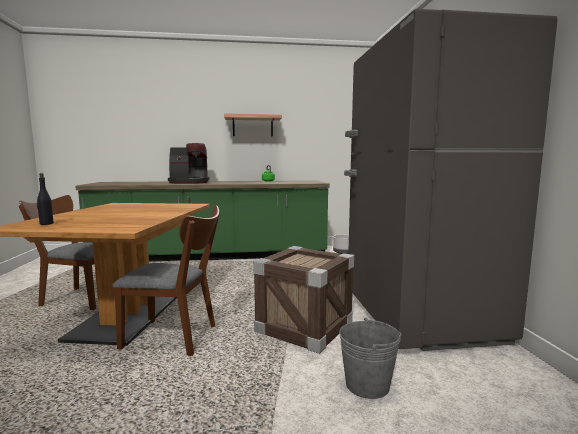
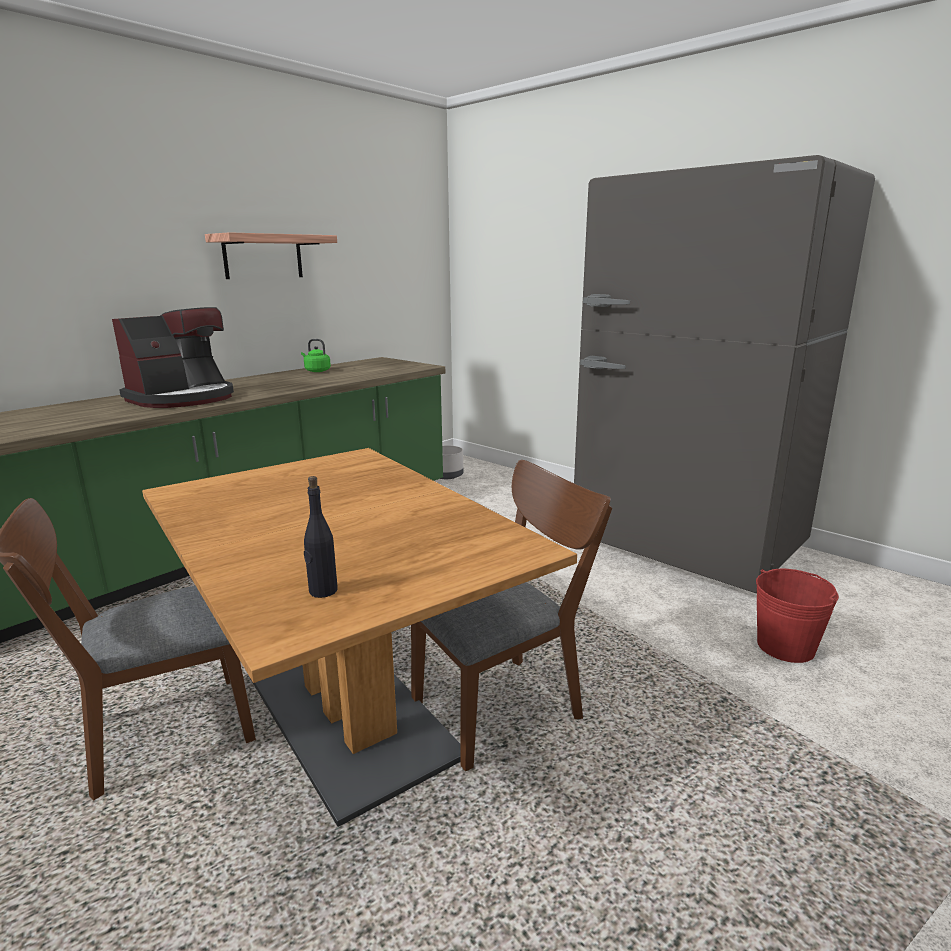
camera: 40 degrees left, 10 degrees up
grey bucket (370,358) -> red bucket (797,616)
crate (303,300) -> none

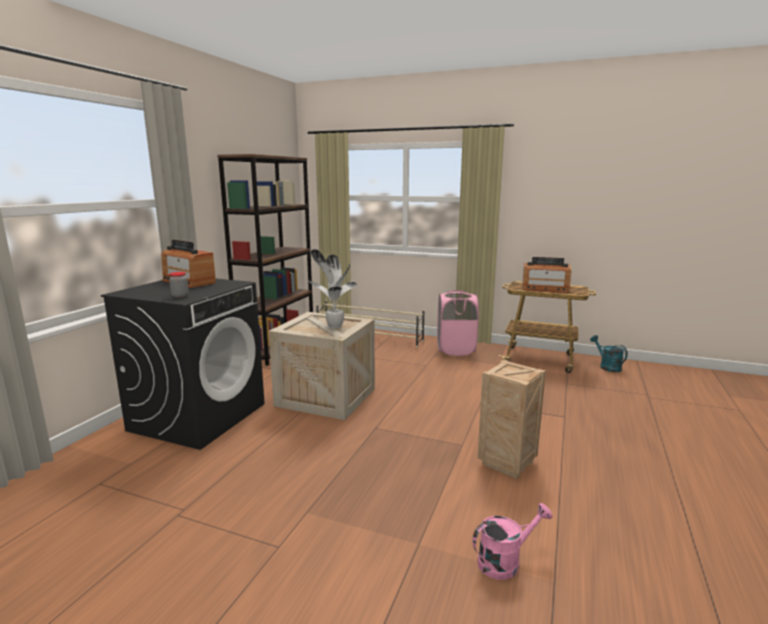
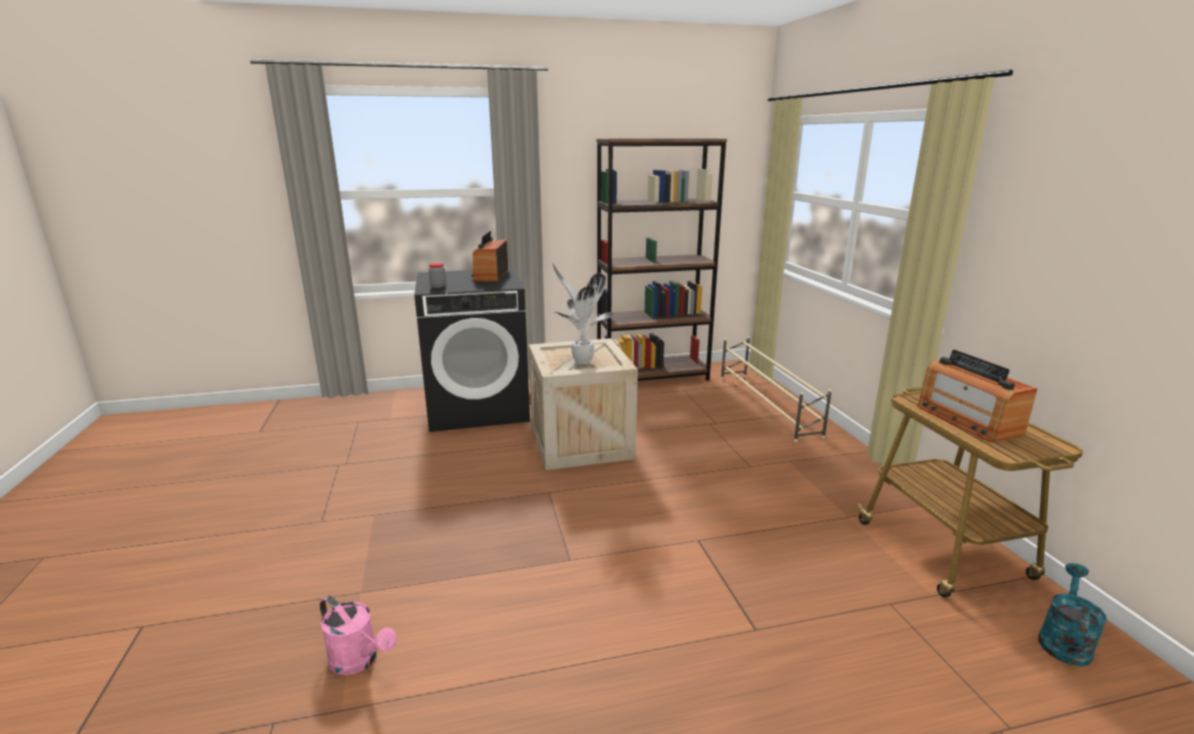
camera: 55 degrees right, 5 degrees up
pink laundry basket (458,323) -> none
crate (511,419) -> none

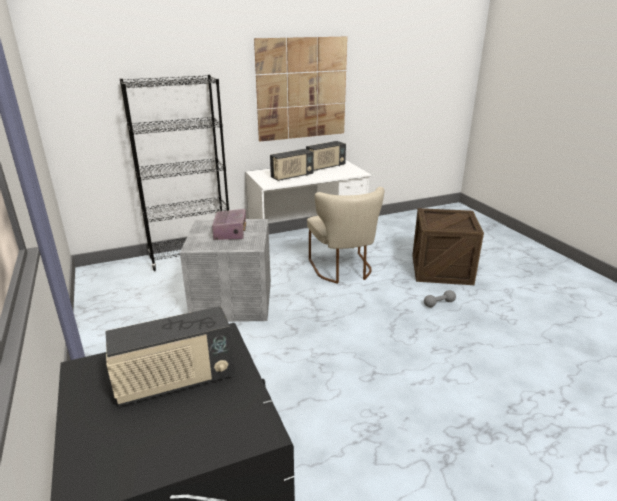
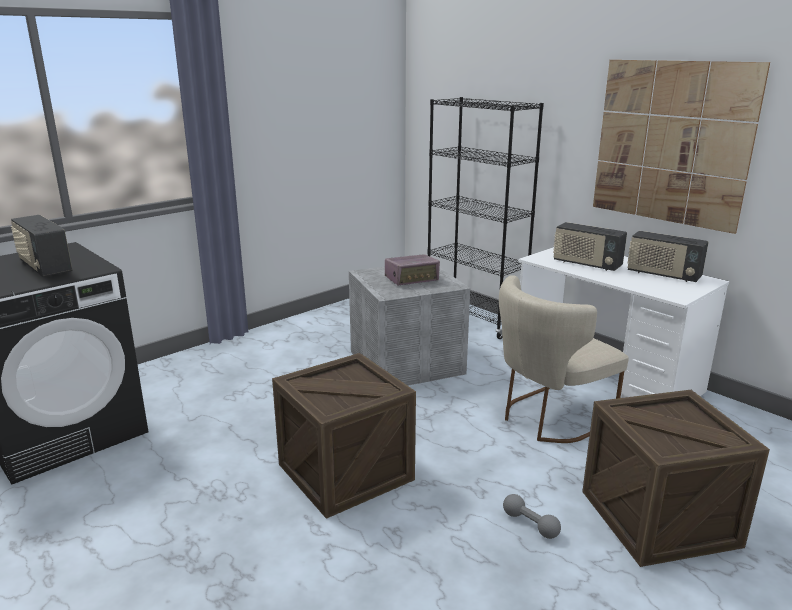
camera: 70 degrees right, 5 degrees down
none -> crate (344,436)

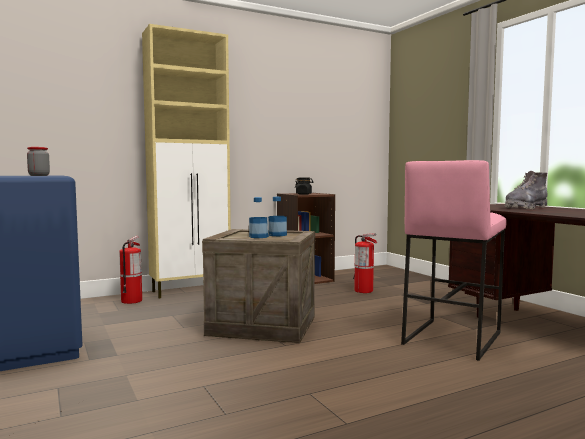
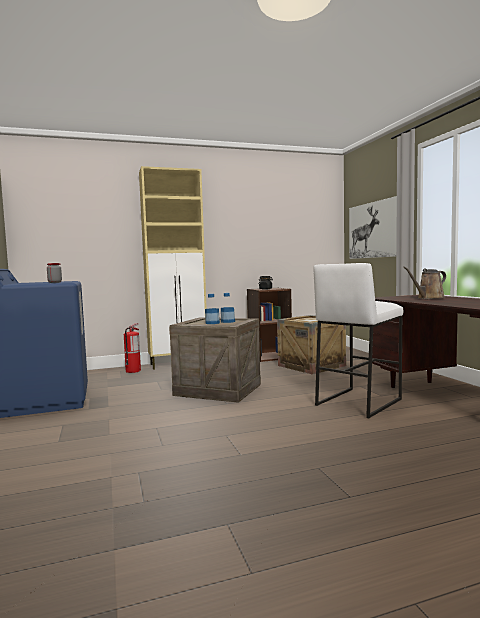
camera: 10 degrees right, 0 degrees up
fire extinguisher (365,263) -> crate (311,345)
pink stool (454,260) -> white stool (358,341)
none -> picture (373,227)
grey boot (526,190) -> brown watering can (424,283)

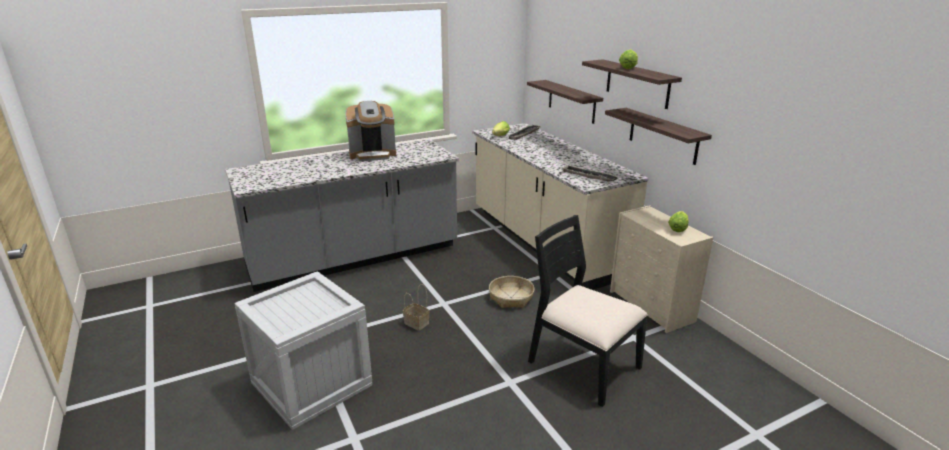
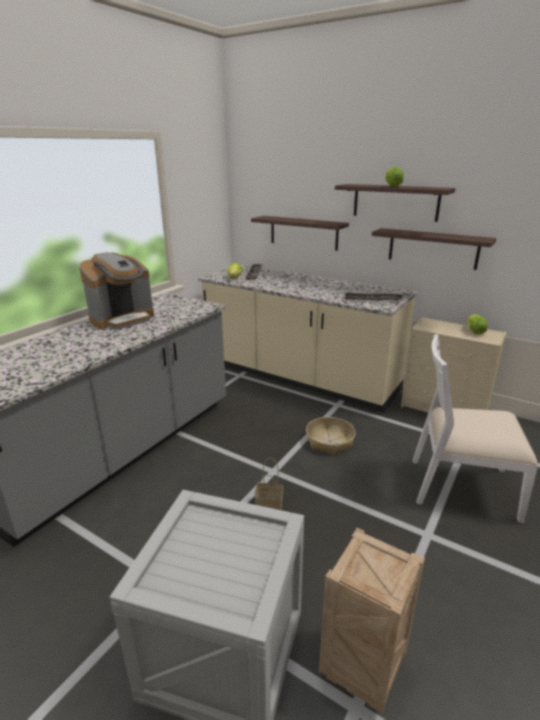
camera: 30 degrees left, 0 degrees up
none -> crate (372,620)
black chair (588,311) -> white chair (475,428)

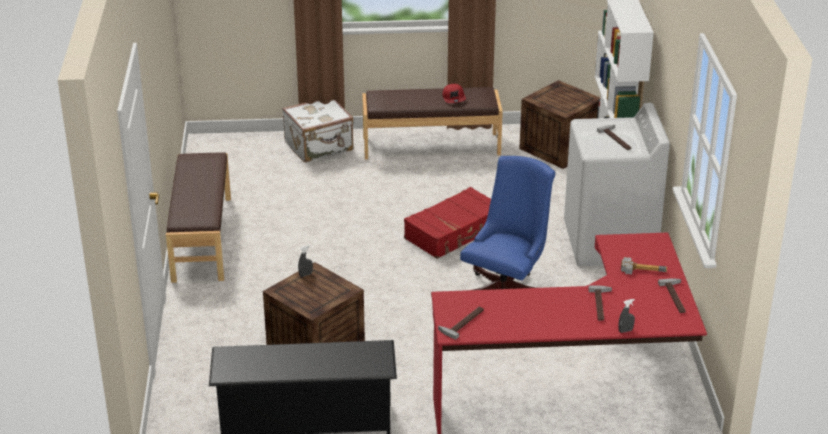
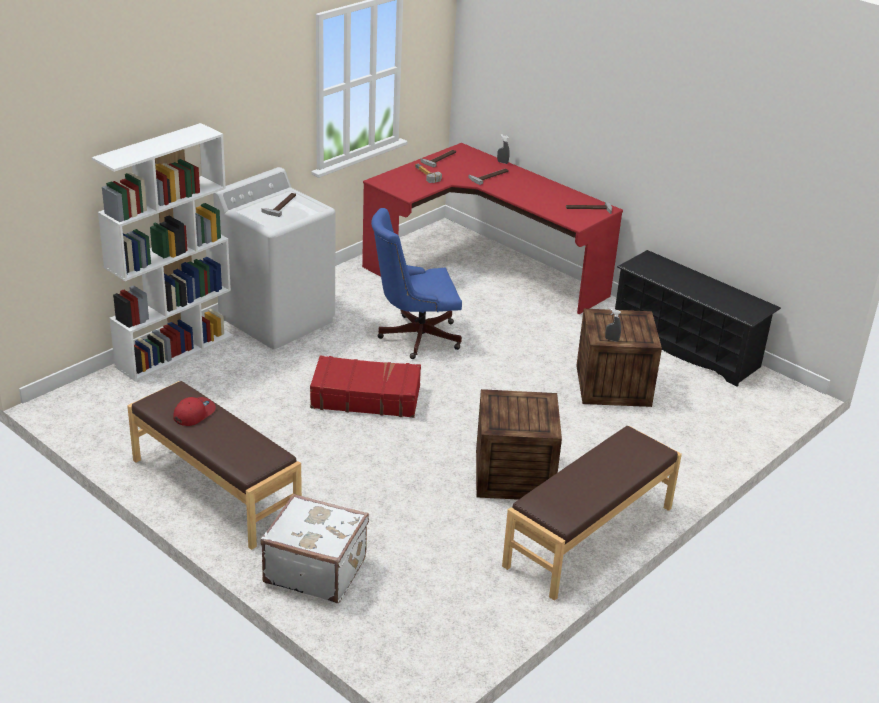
camera: 135 degrees left, 0 degrees up
crate (559,124) -> crate (519,444), relocated

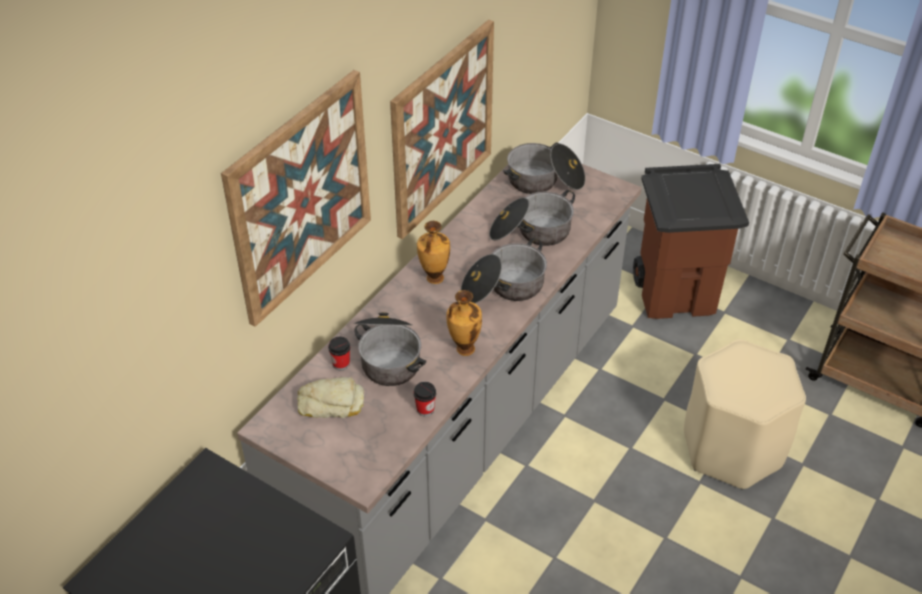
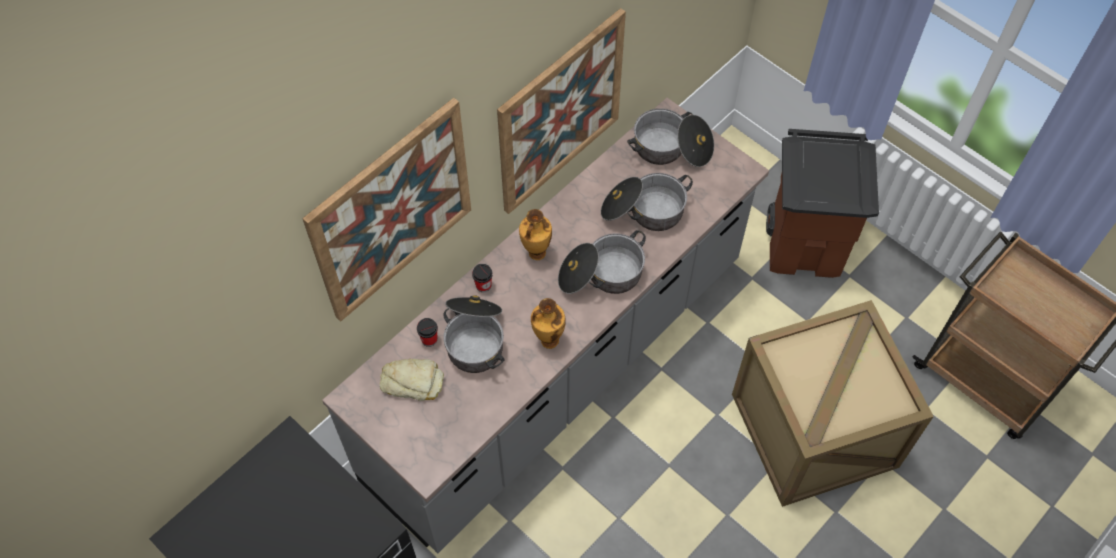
camera: 10 degrees right, 15 degrees up
cup (425,399) -> cup (482,278), relocated
beige stool (745,414) -> crate (833,403)

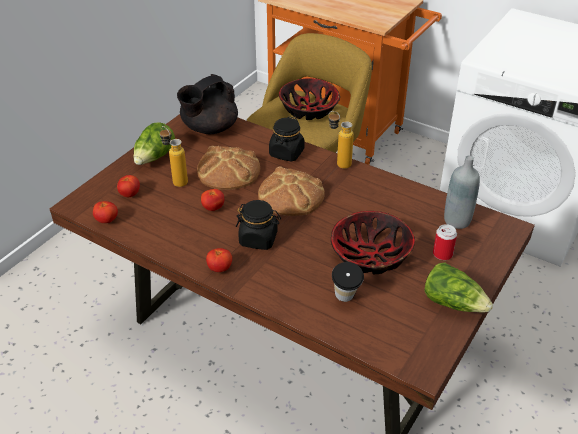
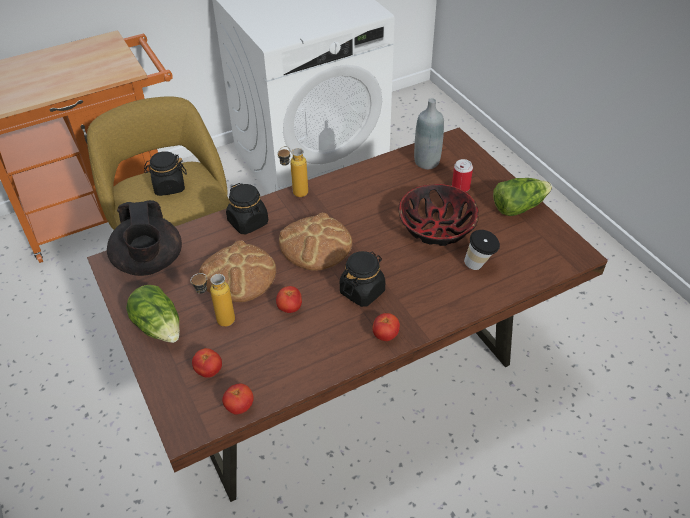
camera: 60 degrees left, 5 degrees up
bowl (309,99) -> black jar (165,173)

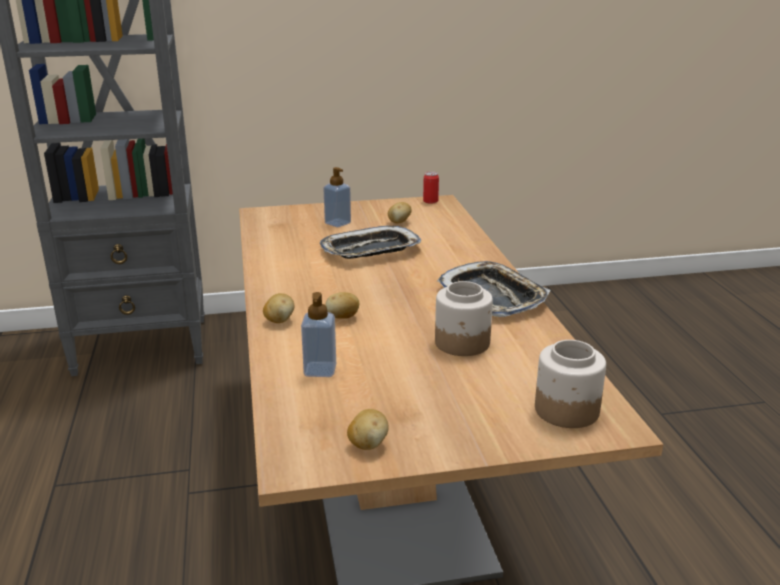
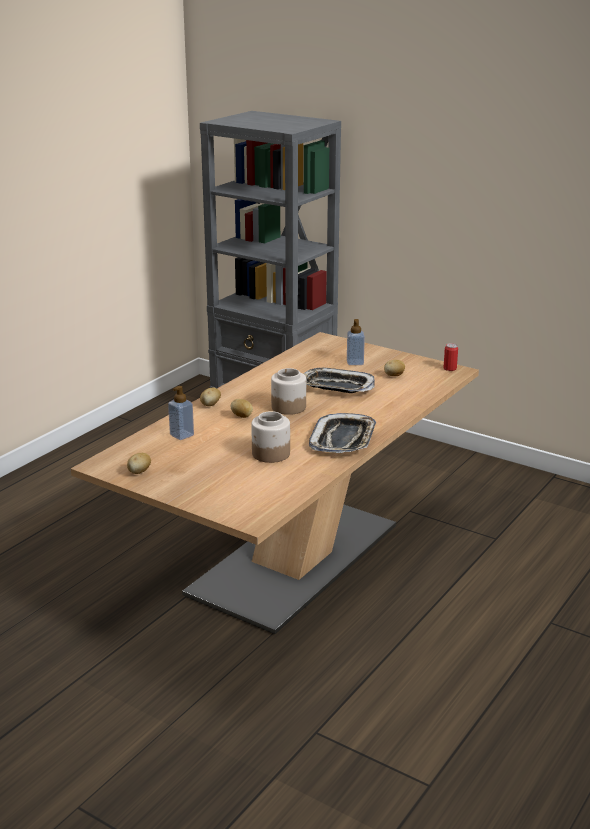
camera: 45 degrees right, 0 degrees up
jar (570,384) -> jar (288,391), relocated

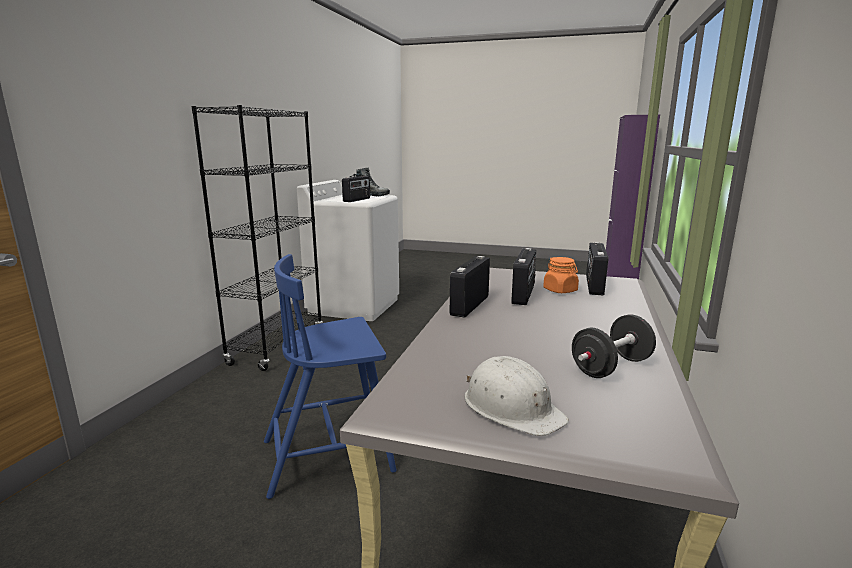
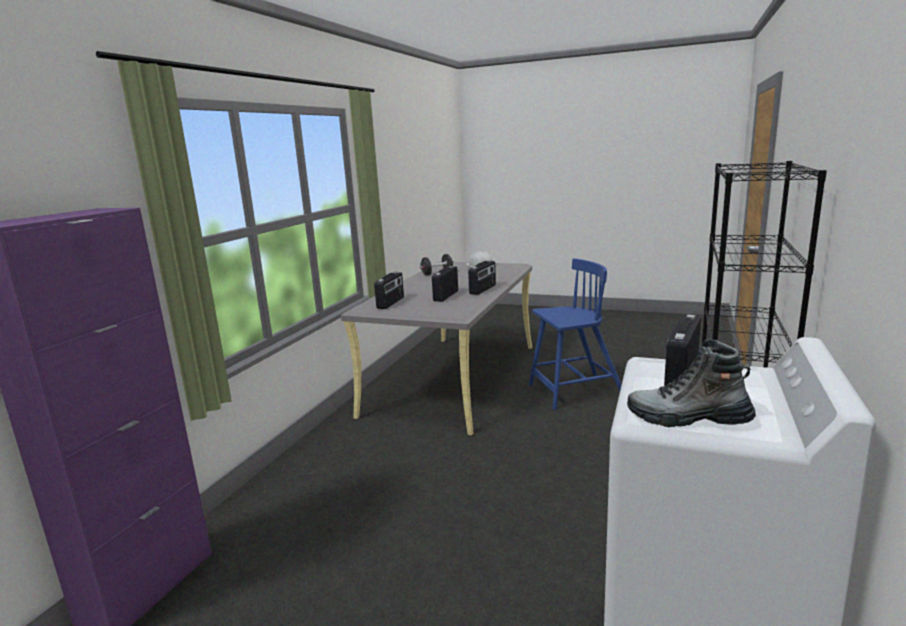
camera: 175 degrees left, 0 degrees up
orange jar (561,275) -> none

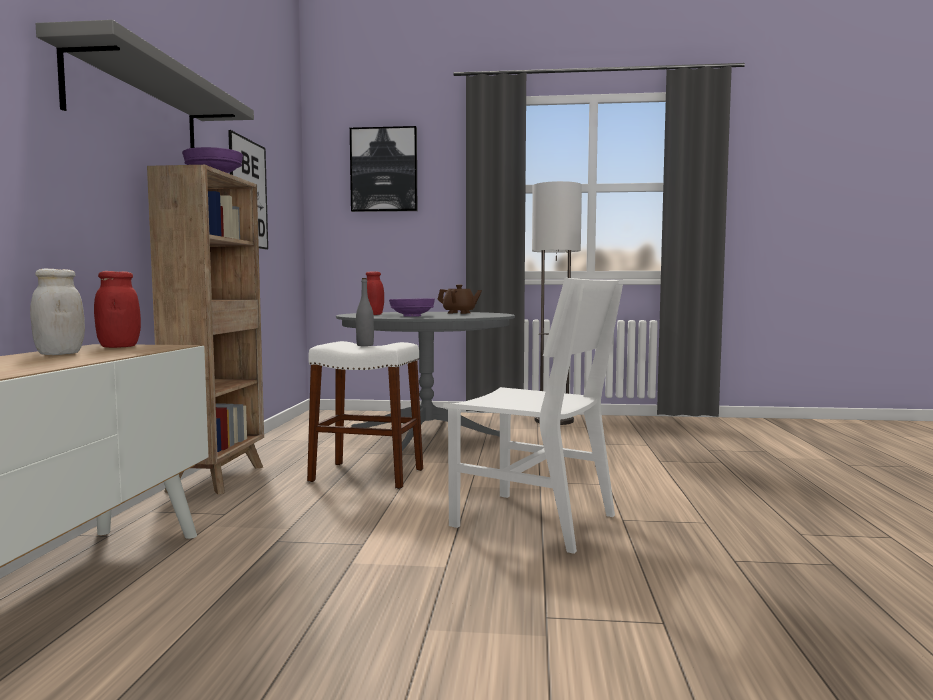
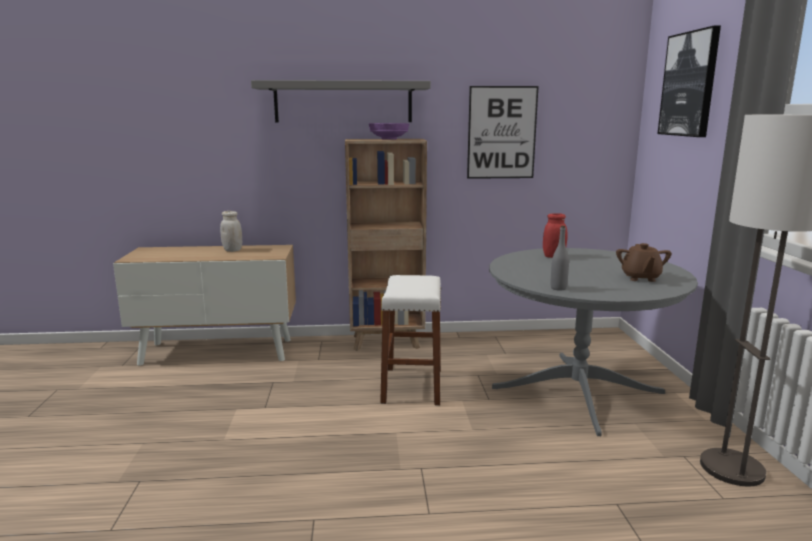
camera: 80 degrees right, 10 degrees up
grey bottle (365,312) -> grey bottle (560,258), relocated
red jar (117,309) -> none
purple bowl (412,307) -> none
white chair (533,416) -> none

